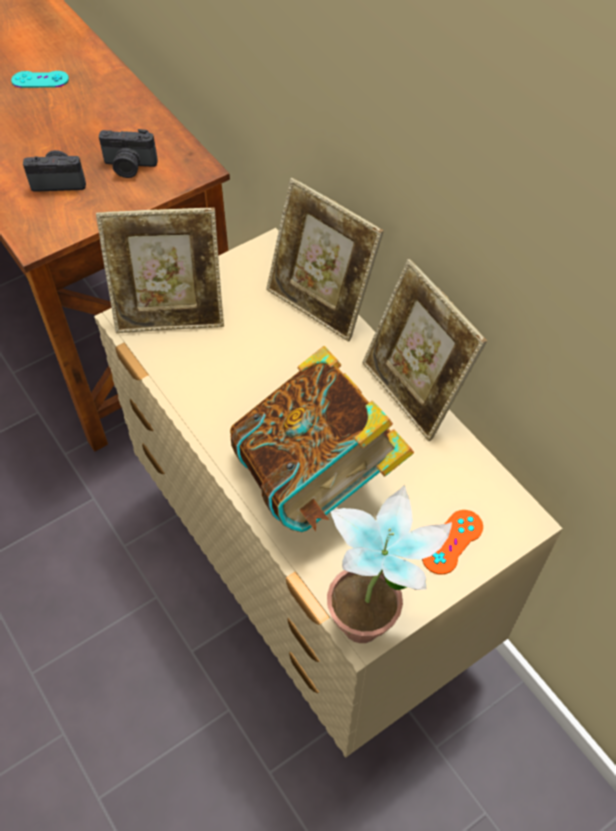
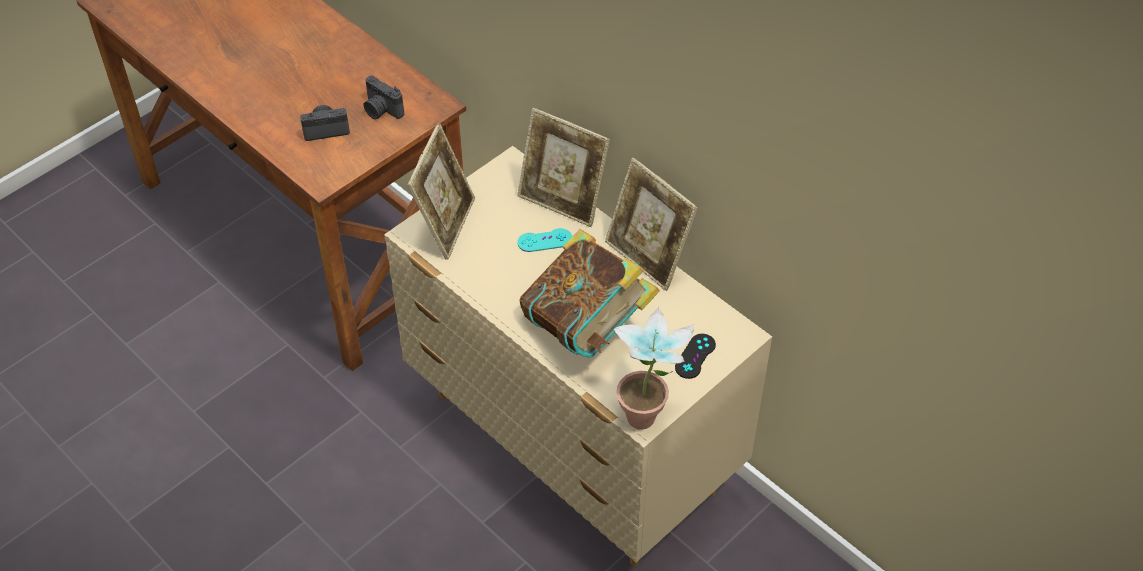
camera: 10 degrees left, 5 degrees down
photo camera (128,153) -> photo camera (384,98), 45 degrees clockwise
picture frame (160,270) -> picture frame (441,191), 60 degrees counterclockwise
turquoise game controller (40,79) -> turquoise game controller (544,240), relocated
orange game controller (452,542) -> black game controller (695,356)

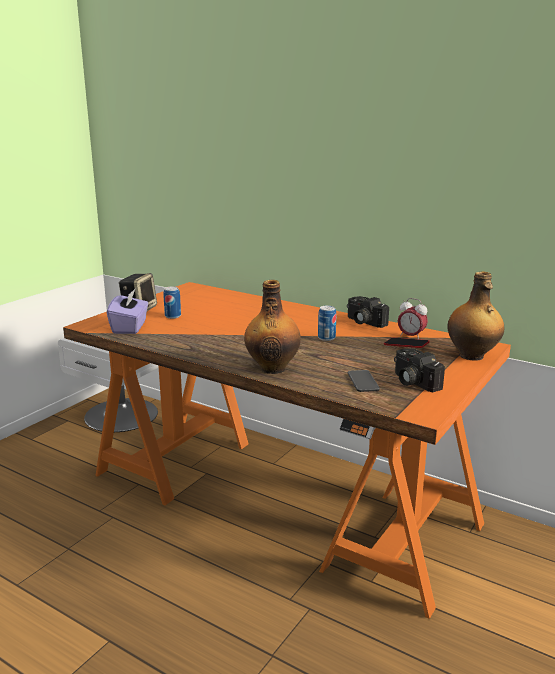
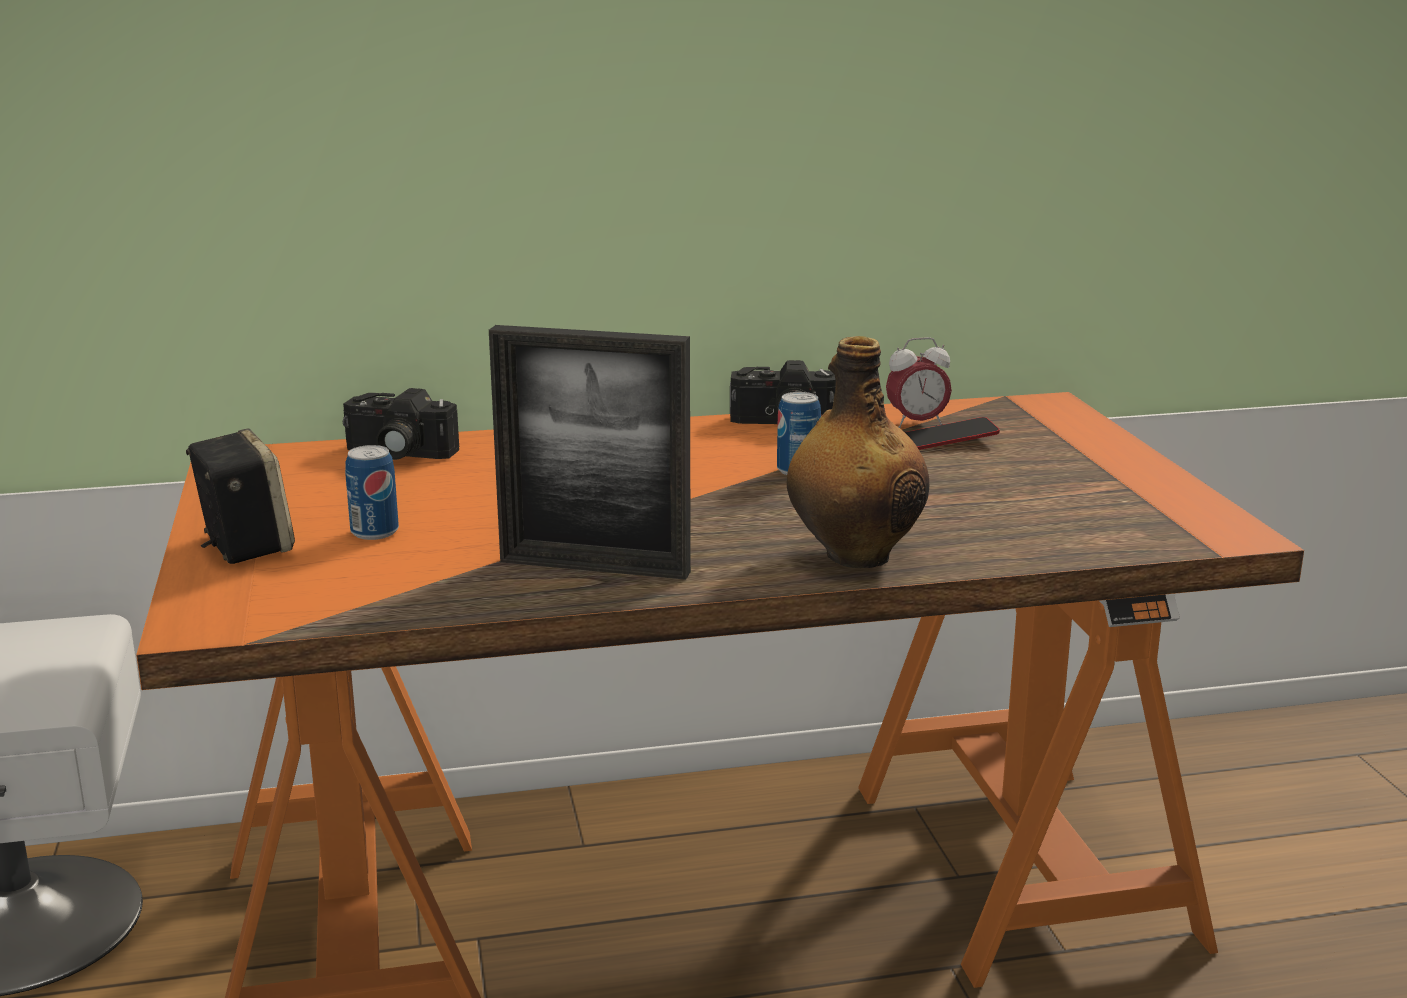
camera: 45 degrees left, 0 degrees up
photo camera (419,370) -> photo camera (401,424), relocated
none -> picture frame (590,452)
purple tissue box (128,311) -> none
phone (364,381) -> none
bottle (476,315) -> none

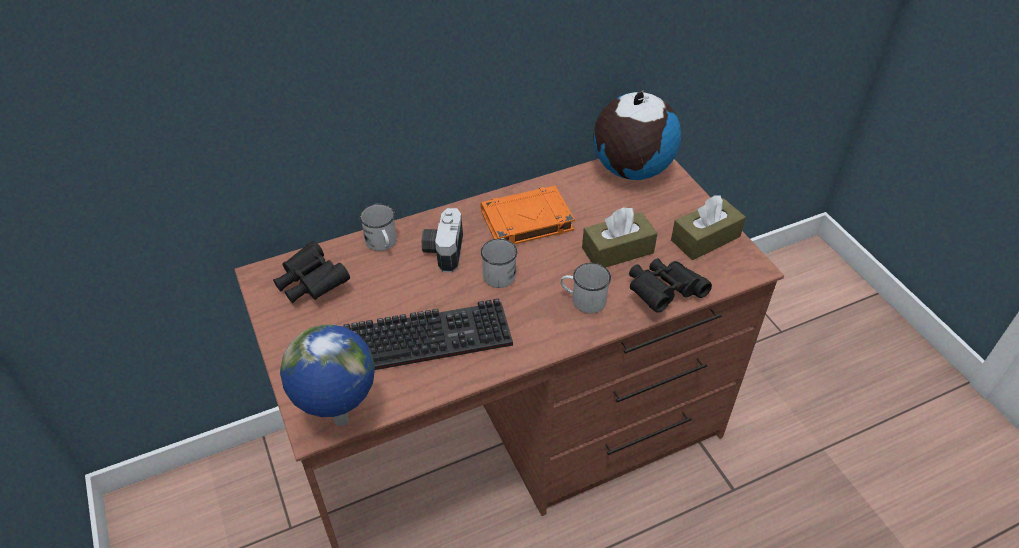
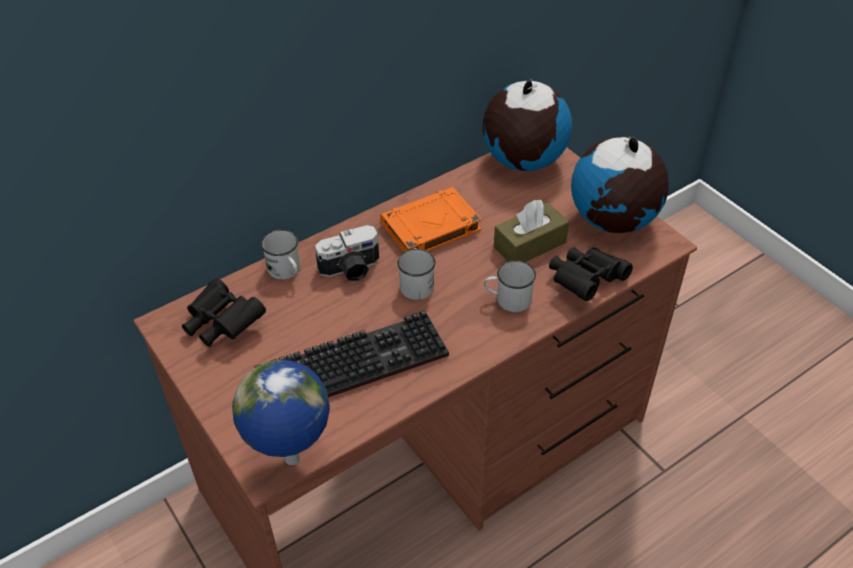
camera: 10 degrees left, 0 degrees up
photo camera (442,240) -> photo camera (347,253), 105 degrees counterclockwise
brown tissue box (708,227) -> globe (620,184)

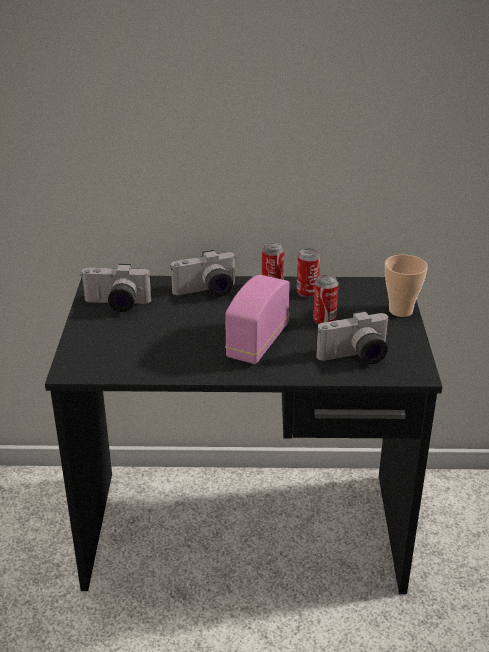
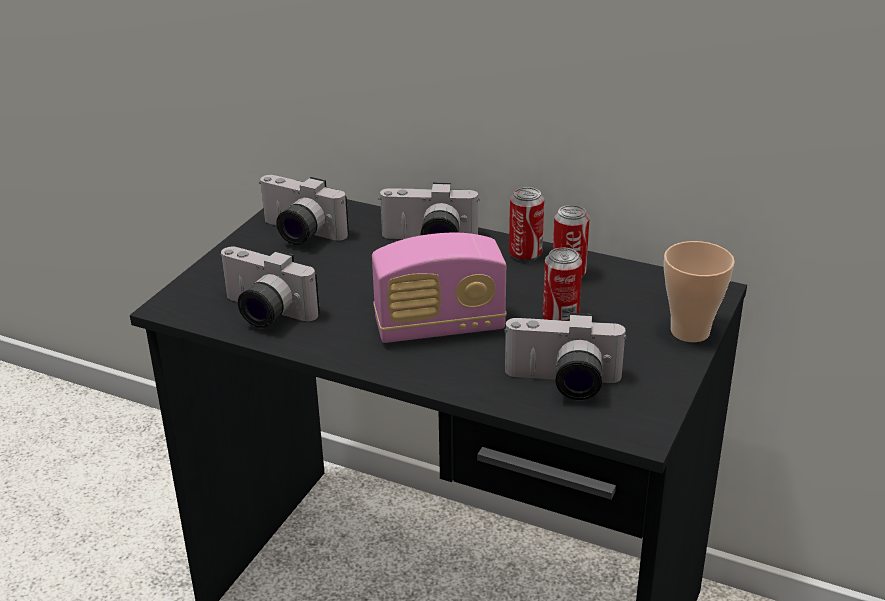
camera: 25 degrees right, 0 degrees up
none -> photo camera (269,287)
radio (257,319) -> radio (439,288), 150 degrees counterclockwise

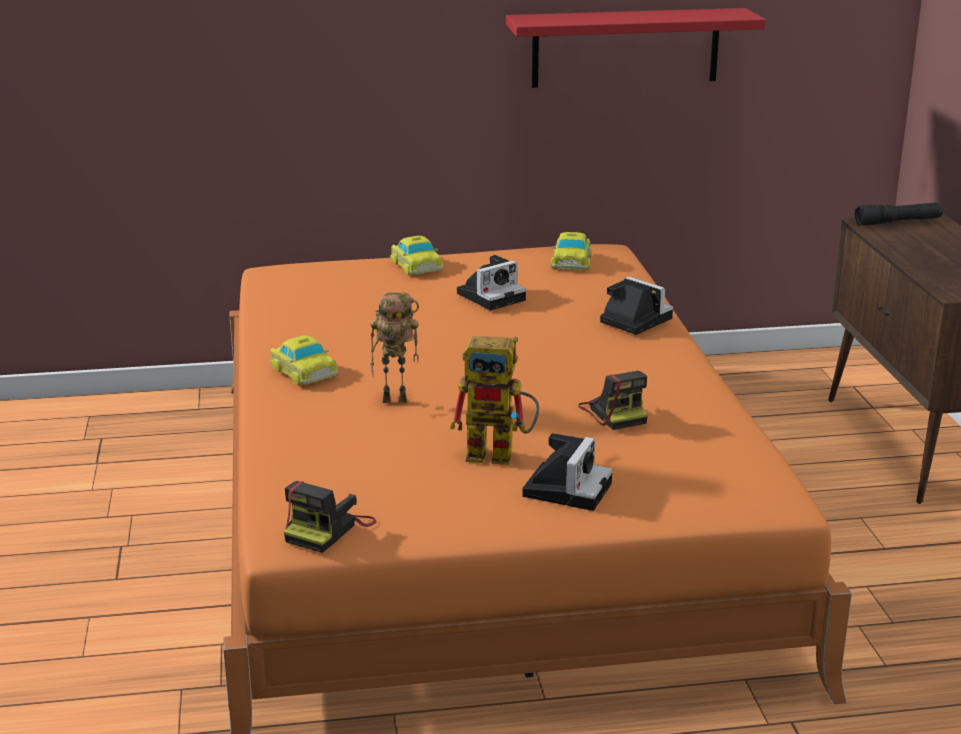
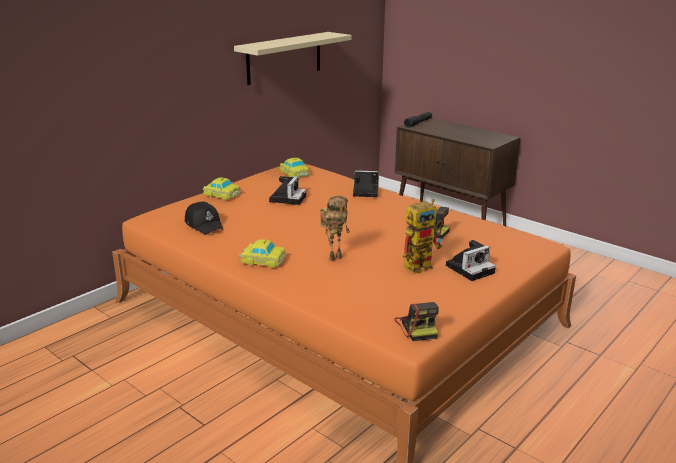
camera: 40 degrees left, 0 degrees up
none -> black cap (204,218)
red shelf (636,48) -> beige shelf (292,58)
photo camera (567,472) -> photo camera (471,260), 75 degrees clockwise

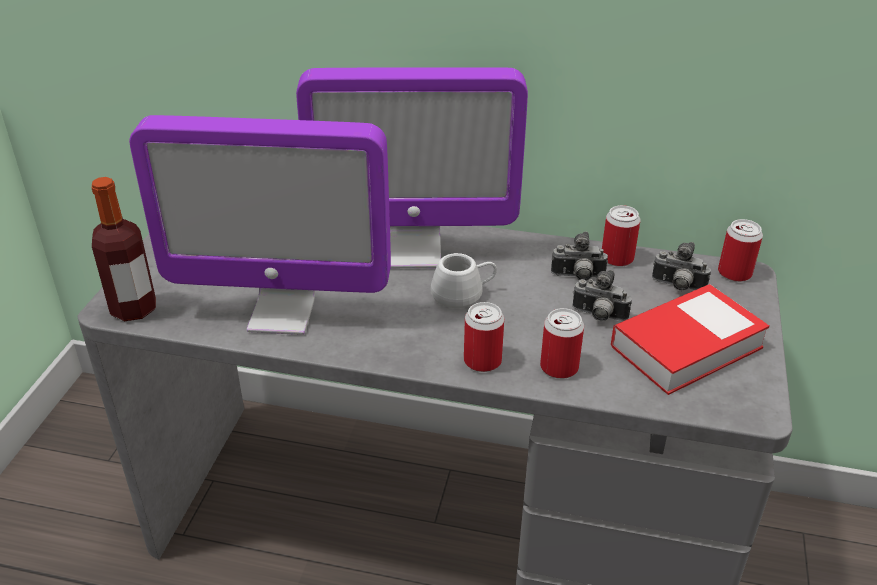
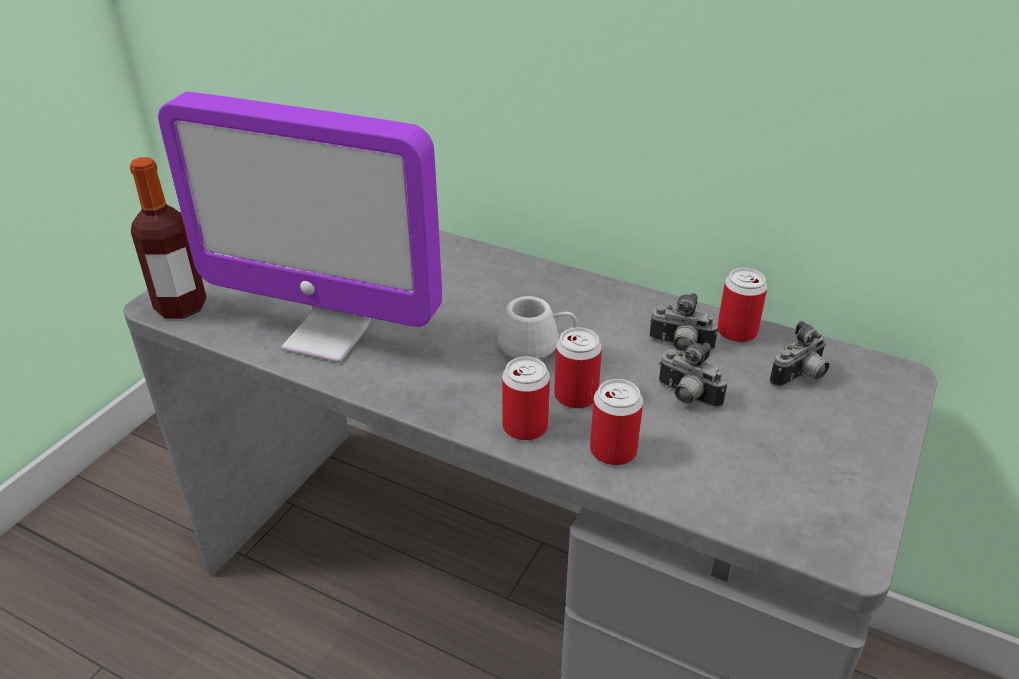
camera: 15 degrees right, 0 degrees up
can (740,250) -> can (578,368), relocated
photo camera (681,266) -> photo camera (799,354), 75 degrees counterclockwise
monitor (412,167) -> none
book (690,339) -> none

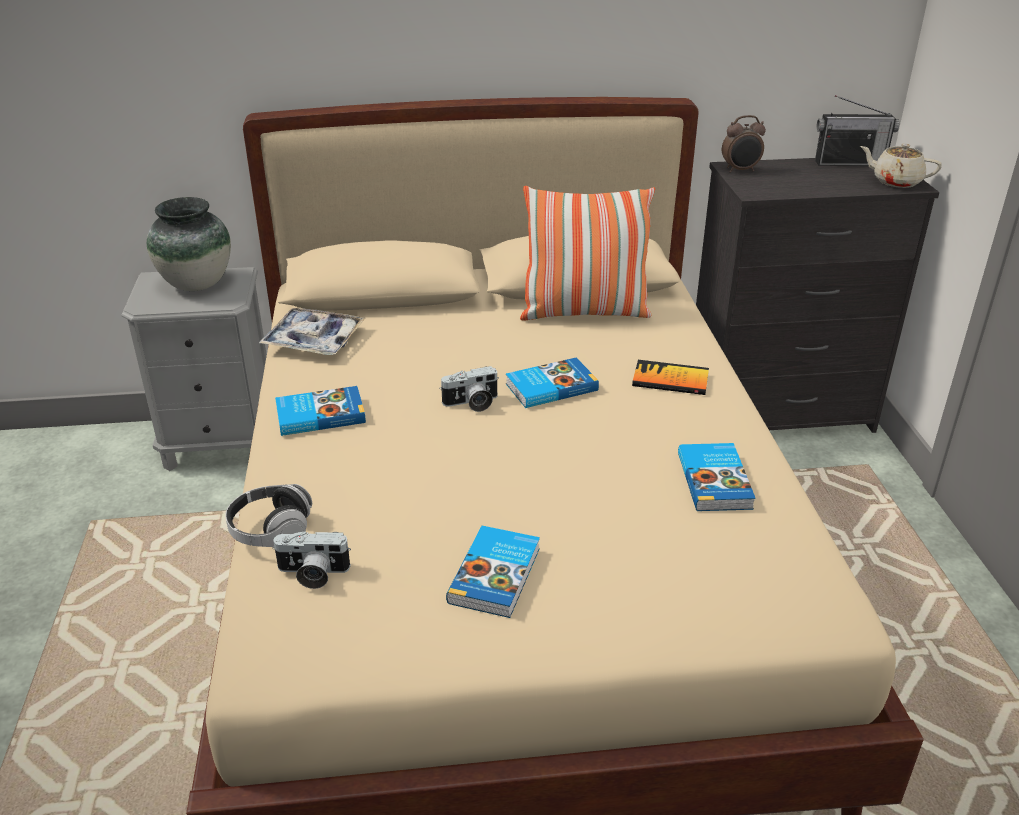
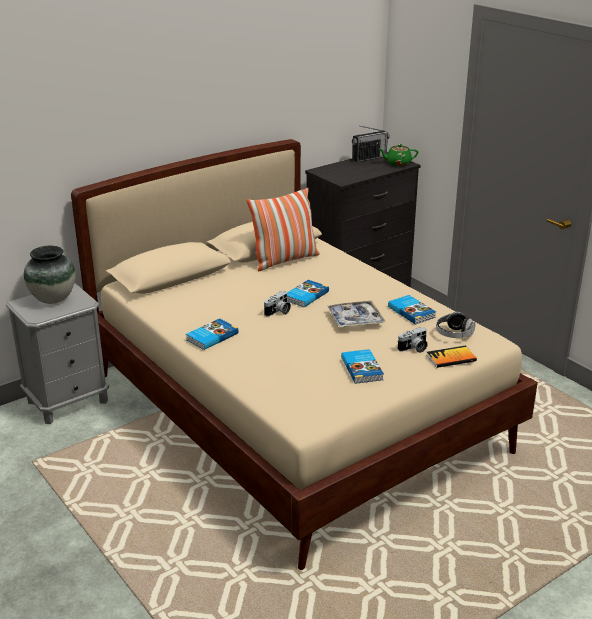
camera: 30 degrees left, 5 degrees down
tray (312,331) -> tray (356,314), relocated
beige teapot (901,165) -> green teapot (398,155)
photo camera (311,560) -> photo camera (413,340), relocated
book (670,377) -> book (452,357), relocated
headphones (268,515) -> headphones (455,325), relocated
alarm clock (744,144) -> none

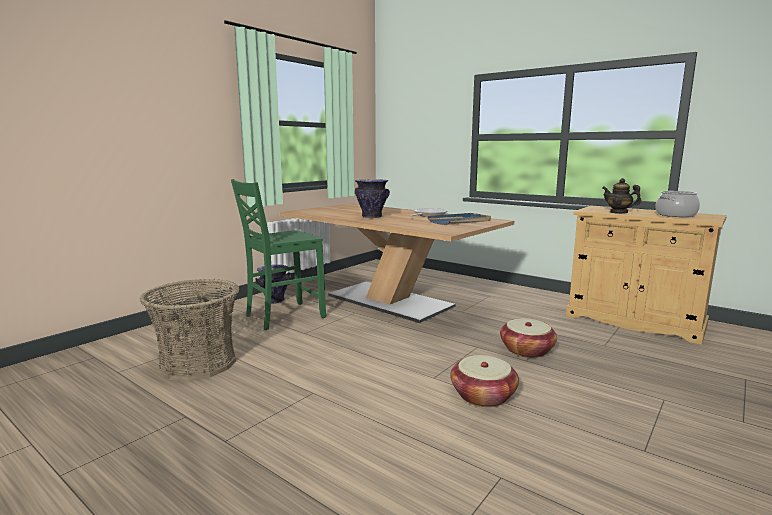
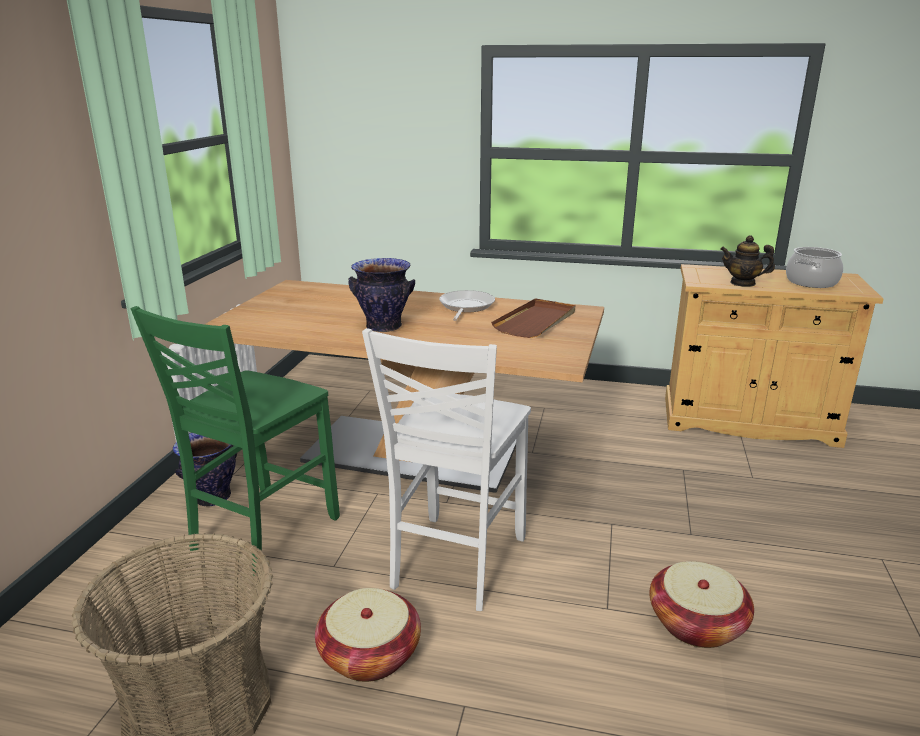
camera: 25 degrees left, 10 degrees up
basket (528,338) -> basket (368,635), relocated
none -> white chair (446,469)
blue tray (459,219) -> brown tray (533,318)

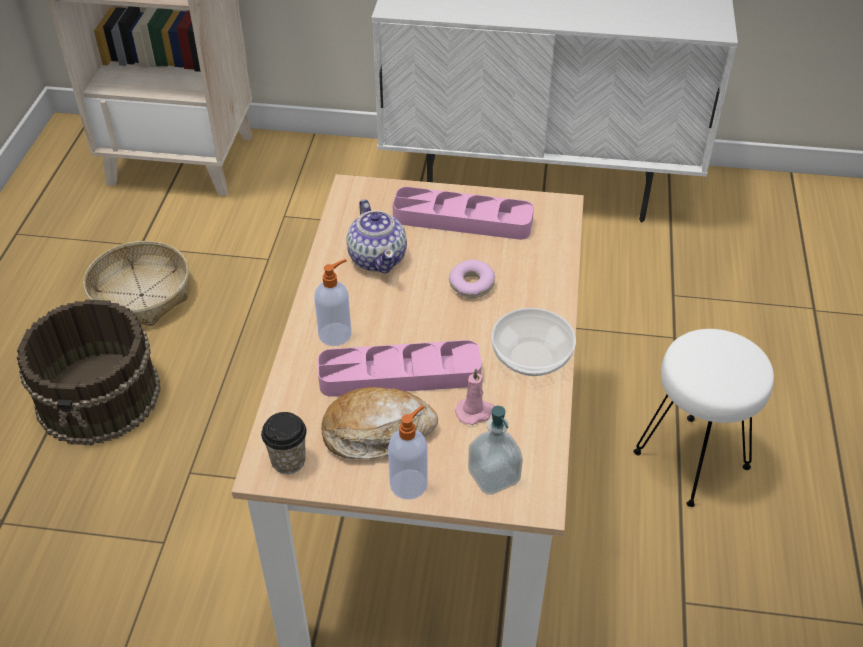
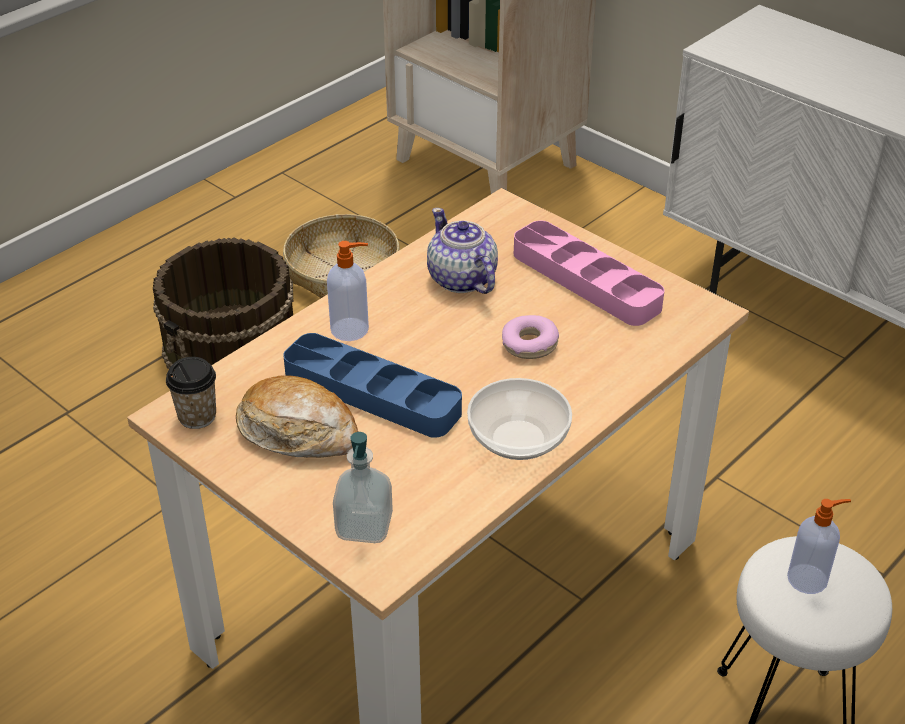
camera: 35 degrees right, 5 degrees down
pink tray (400,368) -> blue tray (372,385)
teapot (377,236) -> teapot (462,251), 135 degrees clockwise
soap dispenser (408,452) -> soap dispenser (819,546), relocated
pink candle (475,396) -> none

